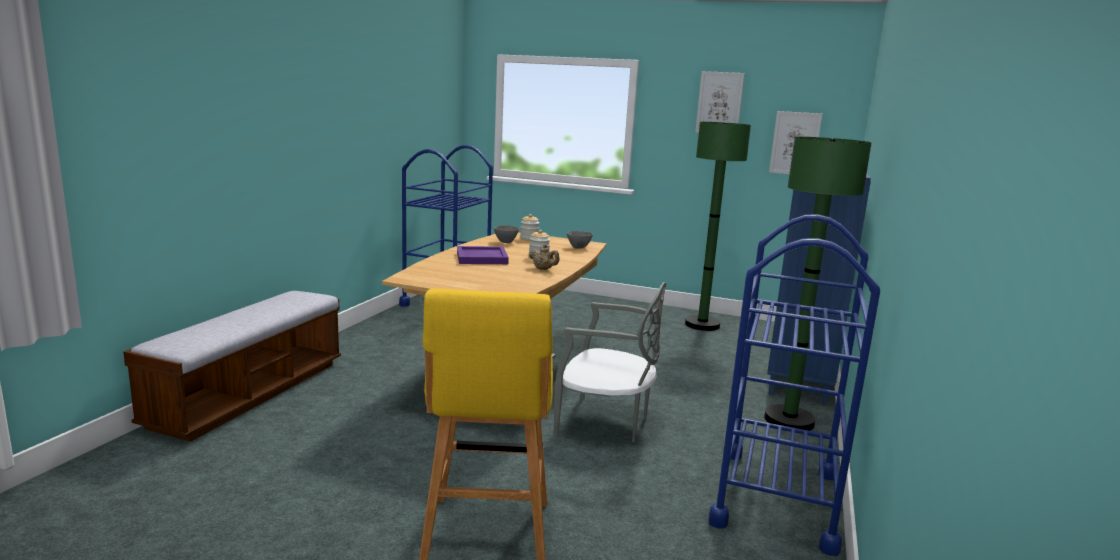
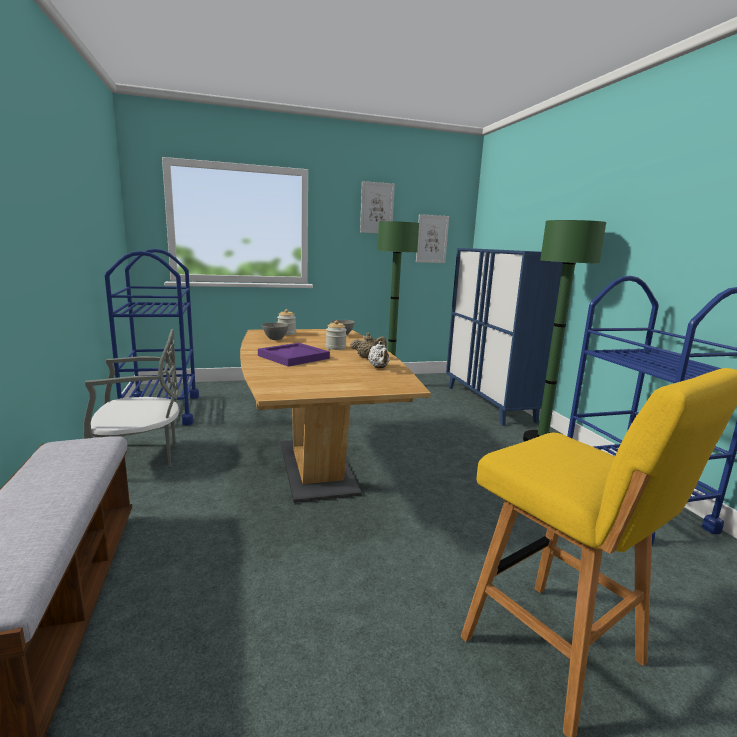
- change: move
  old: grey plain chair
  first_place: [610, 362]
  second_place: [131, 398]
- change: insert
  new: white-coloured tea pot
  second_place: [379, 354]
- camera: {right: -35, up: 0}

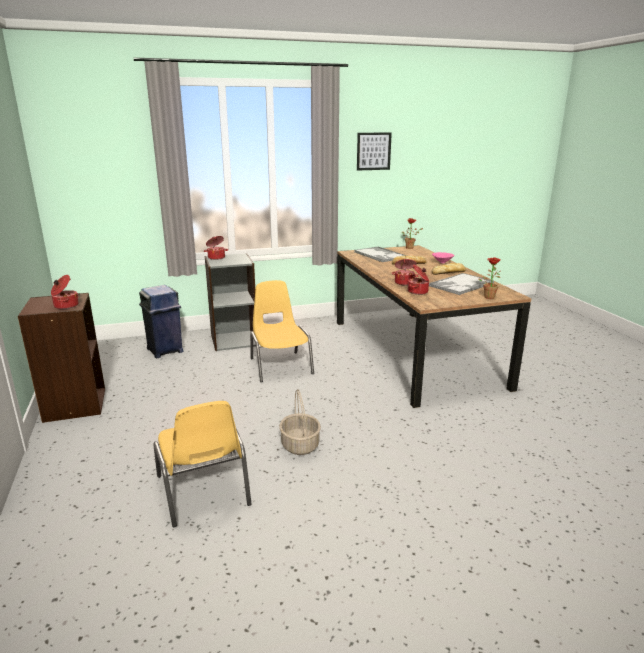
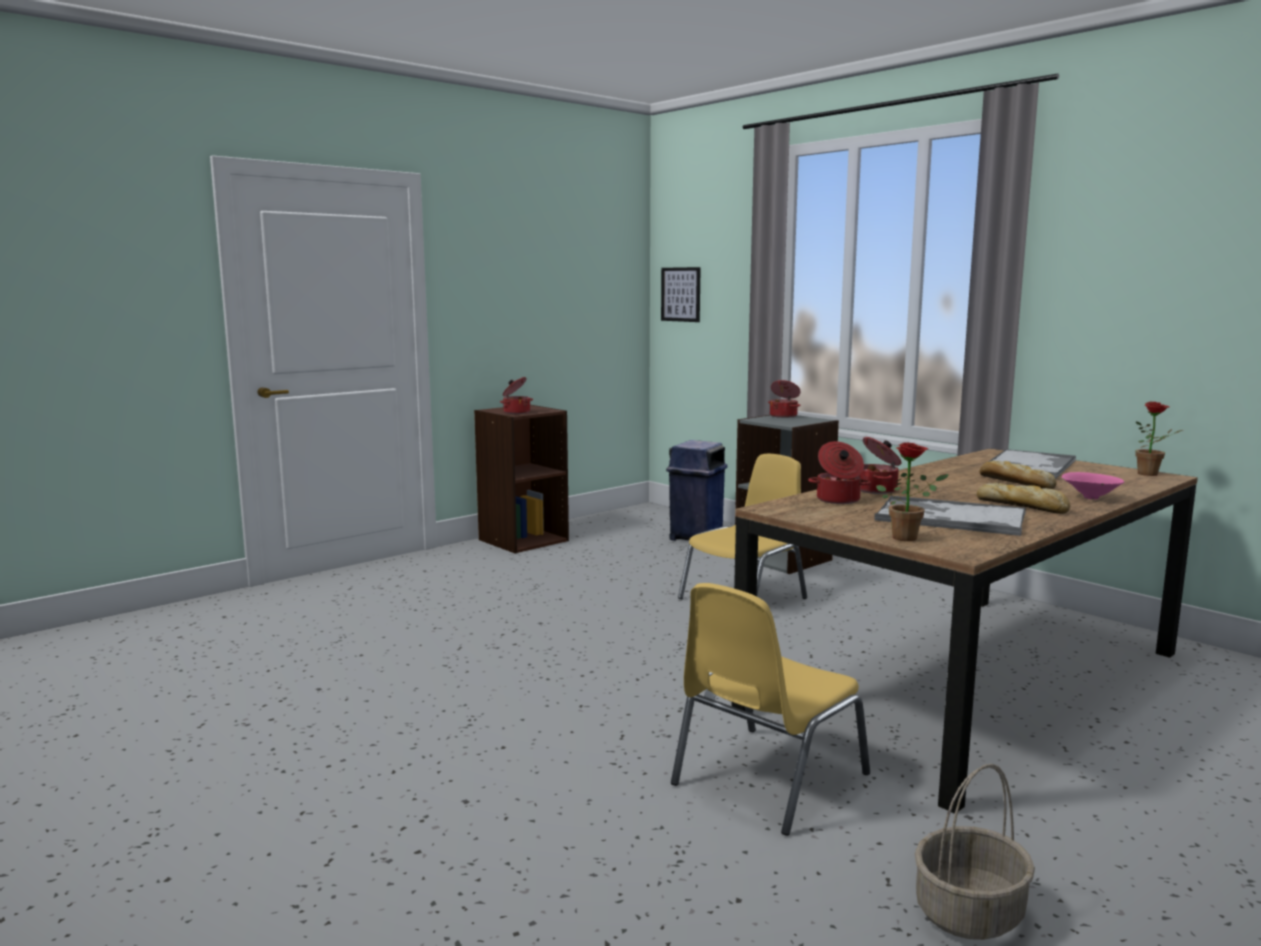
- change: move
  old: picture
  first_place: [374, 151]
  second_place: [681, 294]
- change: move
  old: basket
  first_place: [300, 422]
  second_place: [974, 852]
- change: move
  old: yellowish plain chair
  first_place: [202, 464]
  second_place: [770, 709]
- camera: {right: 65, up: -10}

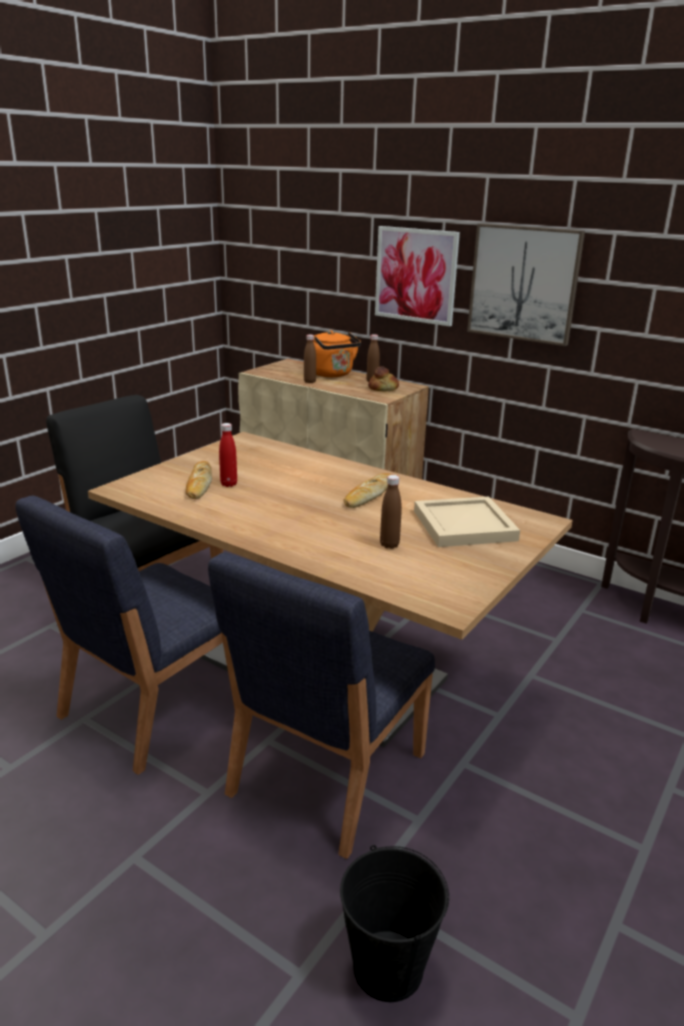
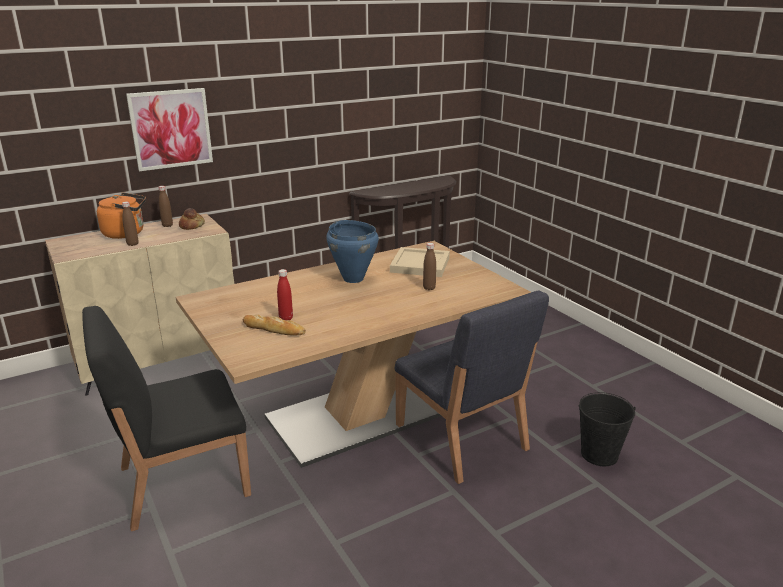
- change: delete
  old: picture
  first_place: [526, 284]
- change: replace
  old: bakery bread
  new: blue saucepot
  first_place: [367, 490]
  second_place: [352, 251]
- change: delete
  old: blue plain chair
  first_place: [119, 635]
- camera: {right: -65, up: 0}

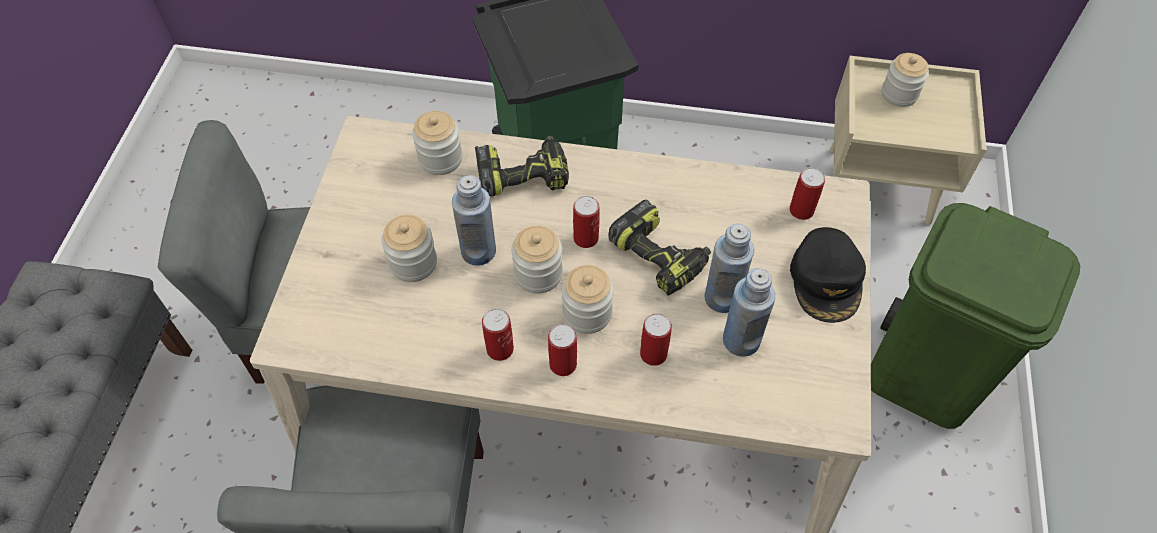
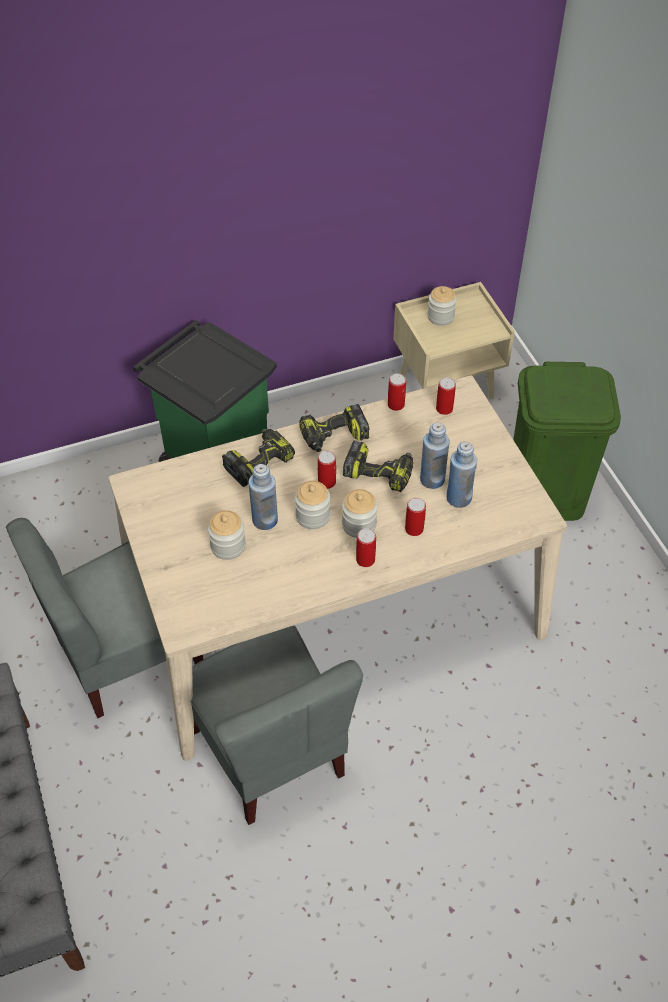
- change: delete
  old: storage jar
  first_place: [437, 143]
- change: delete
  old: black peaked cap
  first_place: [828, 275]
- change: move
  old: metal can
  first_place: [498, 334]
  second_place: [397, 392]
- change: insert
  new: drill
  second_place: [334, 428]
- camera: {right: -30, up: -5}

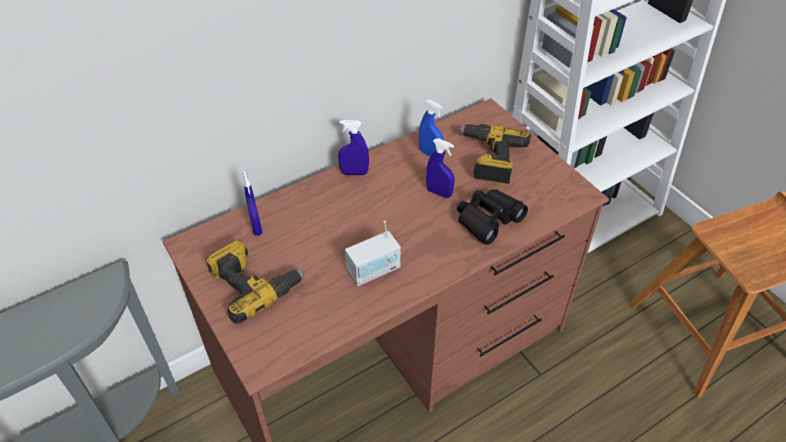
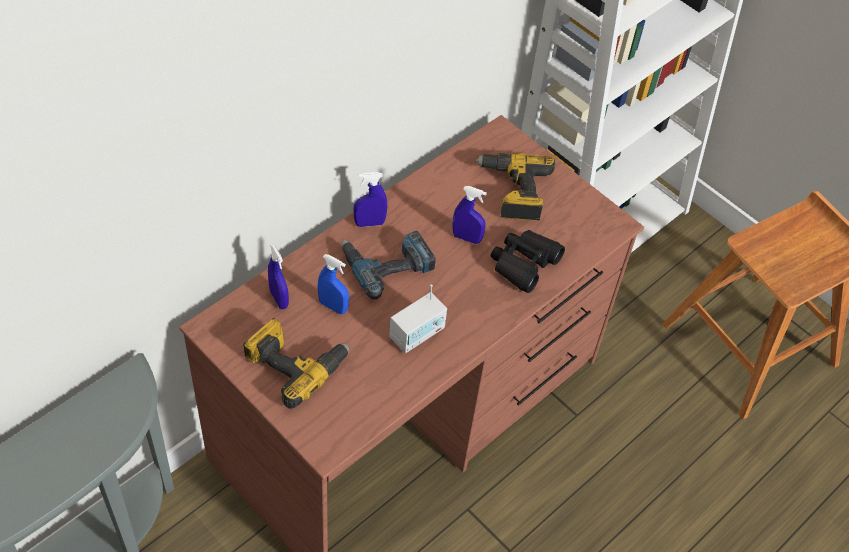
- change: move
  old: blue spray bottle
  first_place: [431, 128]
  second_place: [333, 284]
- change: insert
  new: drill
  second_place: [389, 265]
- camera: {right: -15, up: 5}

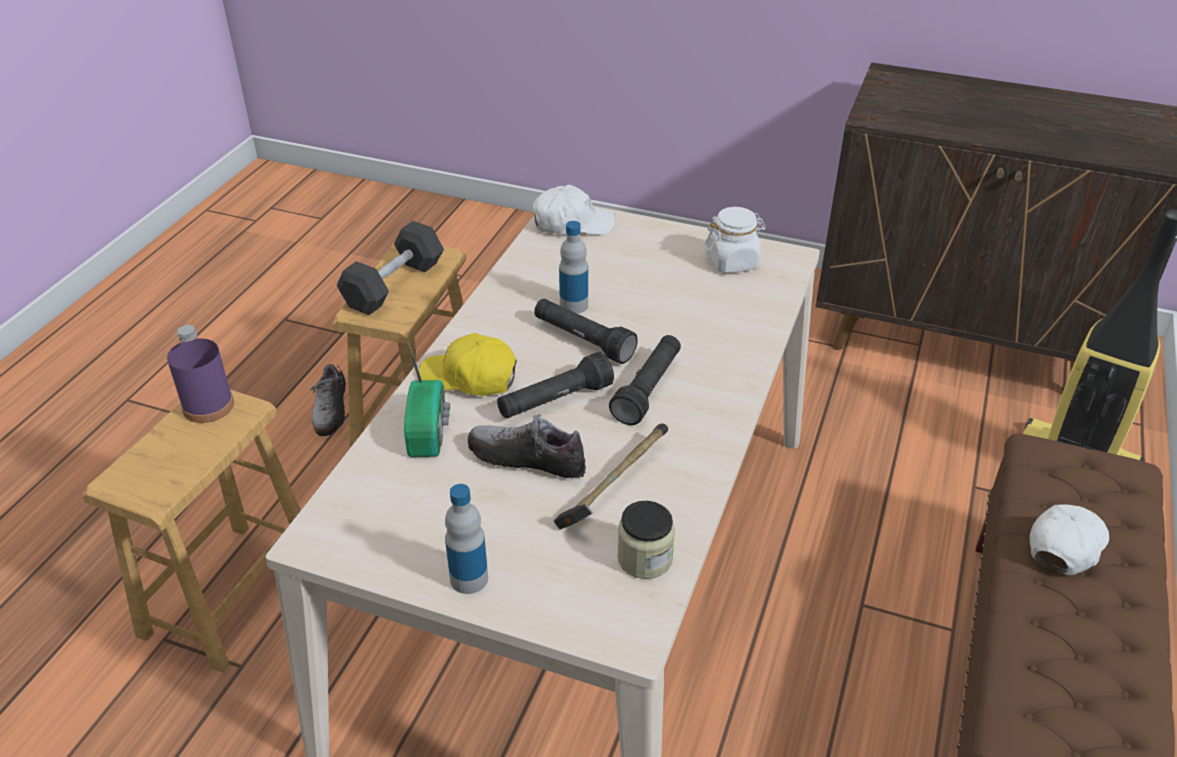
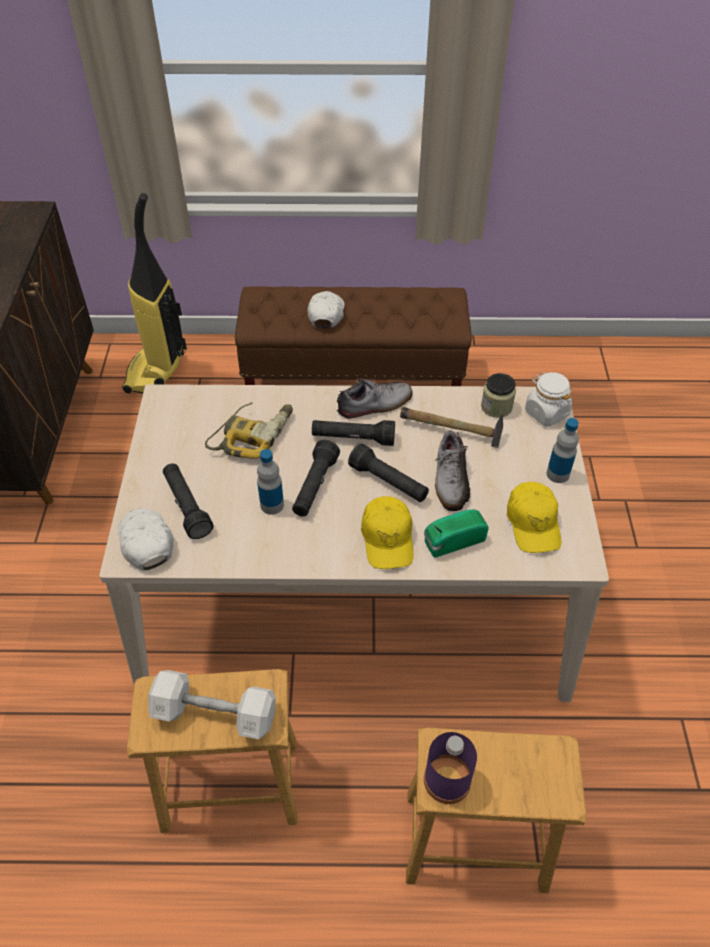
- change: move
  old: white-coloured storage jar
  first_place: [735, 240]
  second_place: [548, 399]
- change: recolor
  old: black hand weight
  new: white-coloured hand weight
  first_place: [390, 268]
  second_place: [212, 704]
- change: move
  old: shoe
  first_place: [328, 400]
  second_place: [375, 398]
- change: rotate
  old: white-coloured peaked cap
  first_place: [1069, 539]
  second_place: [326, 309]
  degrees: 75
- change: insert
  new: drill
  second_place: [249, 430]
- change: insert
  new: black flashlight
  second_place: [188, 501]
- change: insert
  new: yellowish peaked cap
  second_place: [534, 517]
- camera: {right: -110, up: 10}

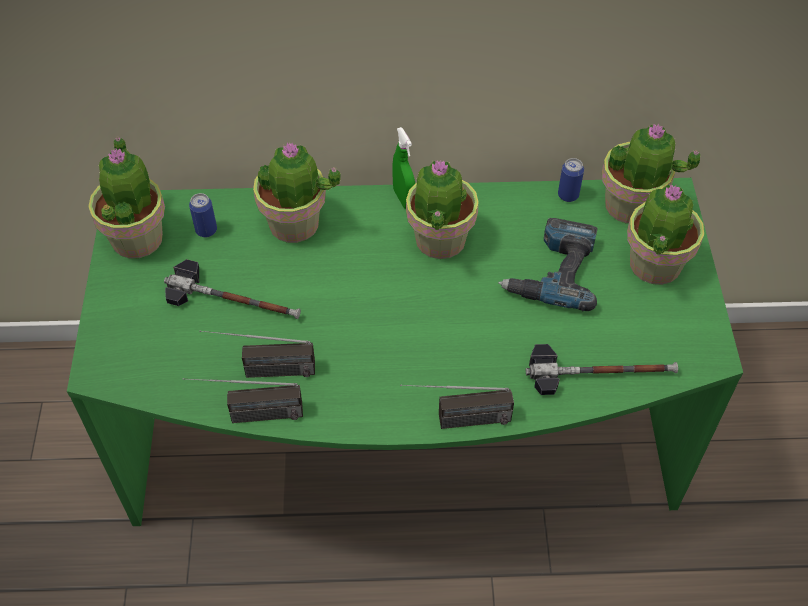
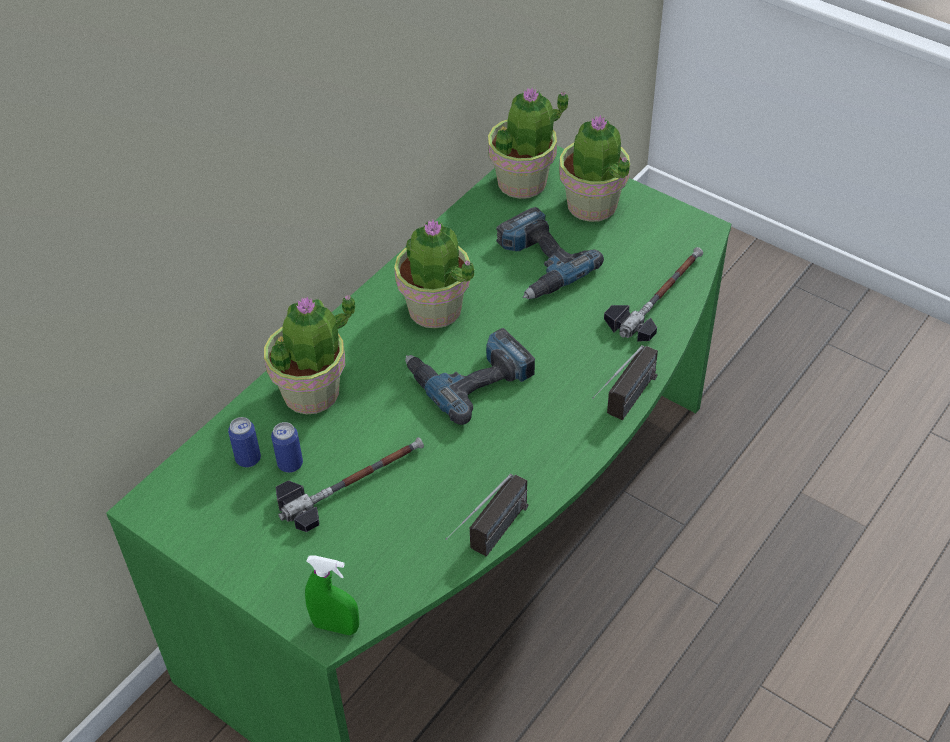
- change: move
  old: greenish spray bottle
  first_place: [403, 168]
  second_place: [332, 595]
- change: delete
  old: plant in a pot
  first_place: [126, 198]
- change: move
  old: metal can
  first_place: [571, 180]
  second_place: [287, 447]
- change: delete
  old: radio
  first_place: [257, 354]
- change: insert
  new: drill
  second_place: [470, 376]
- camera: {right: -50, up: -5}

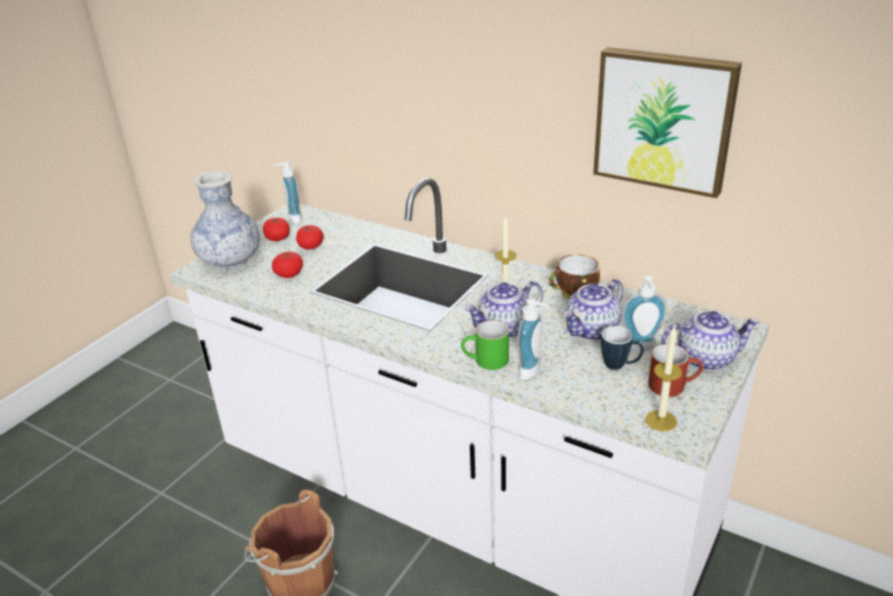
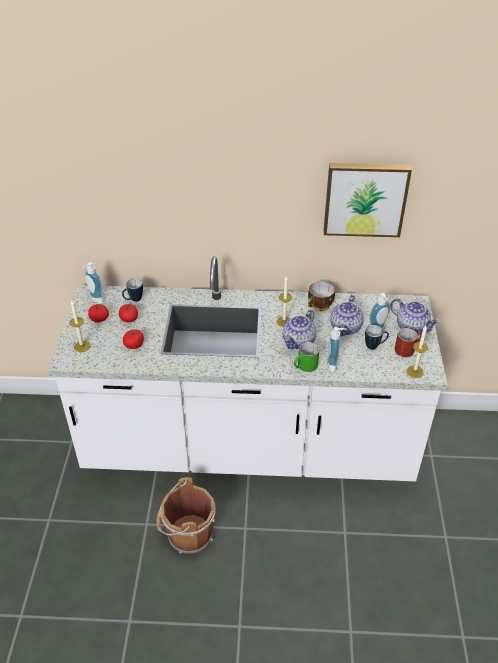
- change: replace
  old: vase
  new: wax light
  first_place: [225, 220]
  second_place: [79, 326]
- change: rotate
  old: tea pot
  first_place: [710, 341]
  second_place: [415, 315]
  degrees: 75
- change: insert
  new: coffee mug
  second_place: [132, 290]
- camera: {right: -30, up: 10}

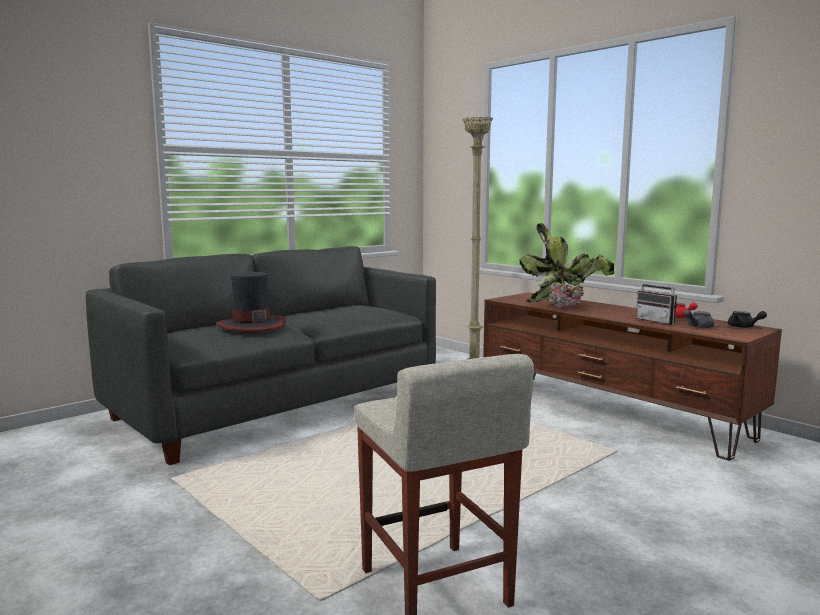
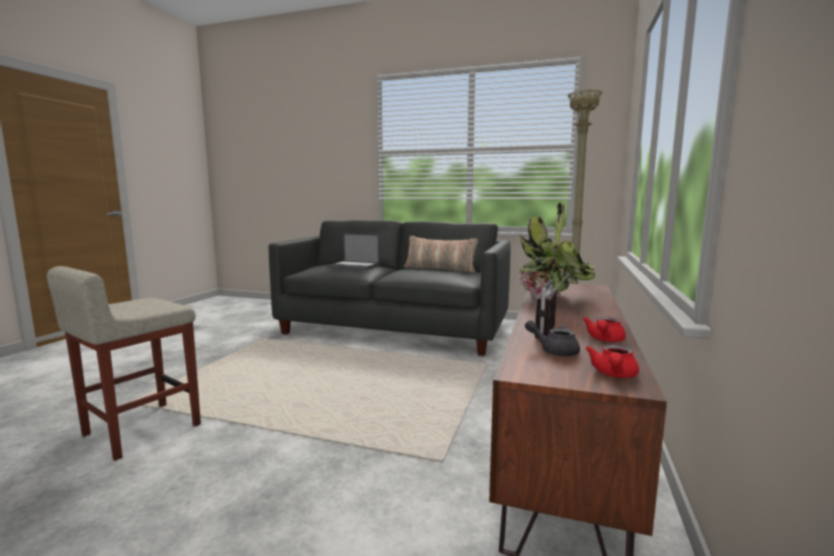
- change: replace
  old: hat
  new: portable computer
  first_place: [251, 302]
  second_place: [353, 251]
- change: recolor
  old: black tea pot
  new: reddish tea pot
  first_place: [747, 319]
  second_place: [612, 361]
- change: insert
  new: cushion
  second_place: [441, 254]
- camera: {right: 60, up: 0}

